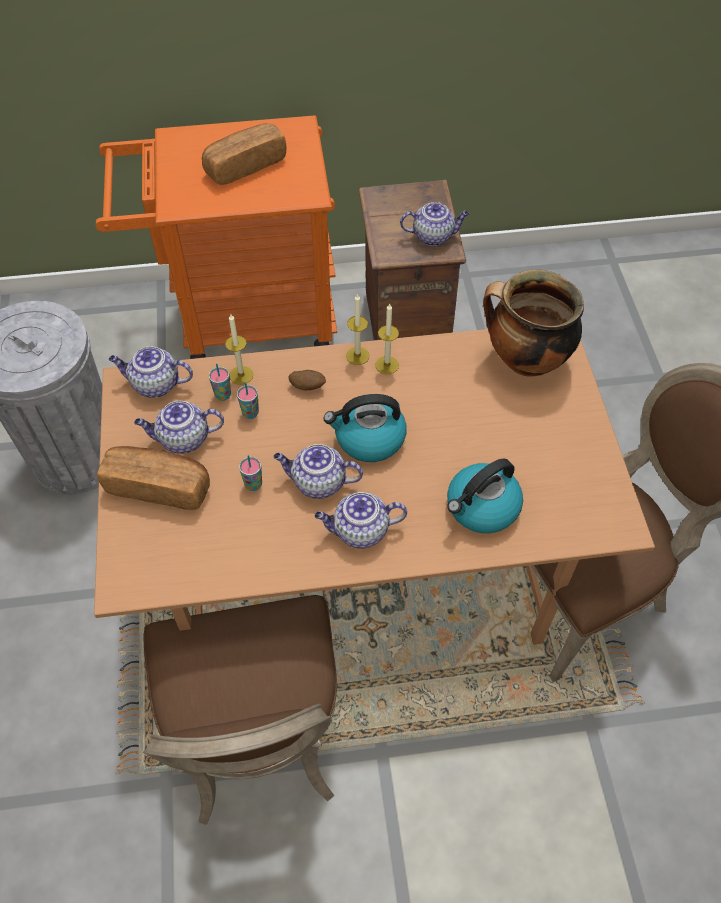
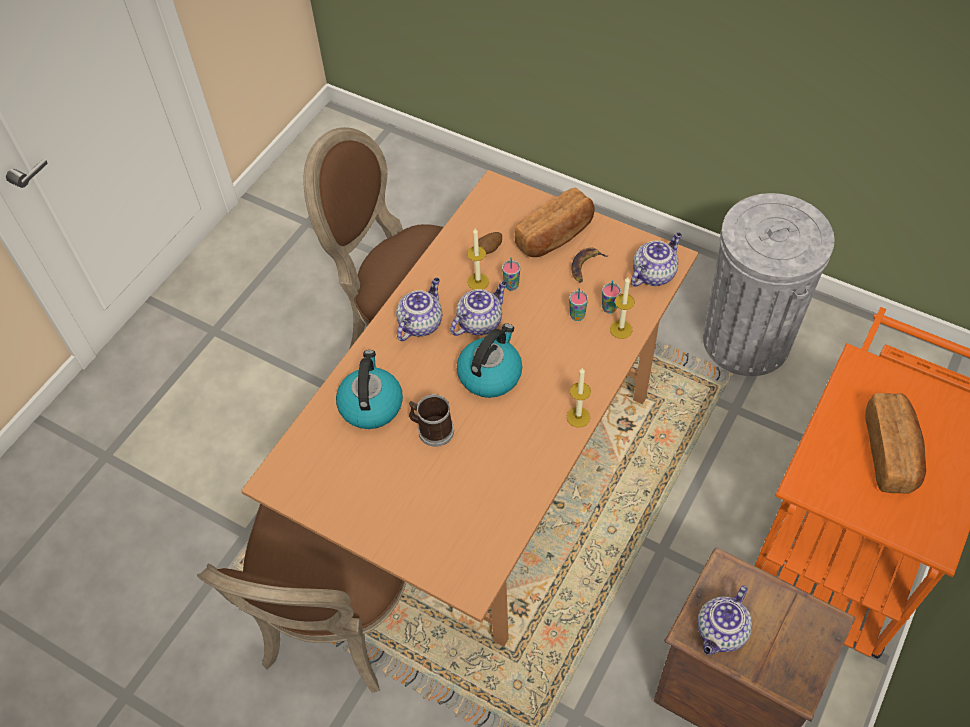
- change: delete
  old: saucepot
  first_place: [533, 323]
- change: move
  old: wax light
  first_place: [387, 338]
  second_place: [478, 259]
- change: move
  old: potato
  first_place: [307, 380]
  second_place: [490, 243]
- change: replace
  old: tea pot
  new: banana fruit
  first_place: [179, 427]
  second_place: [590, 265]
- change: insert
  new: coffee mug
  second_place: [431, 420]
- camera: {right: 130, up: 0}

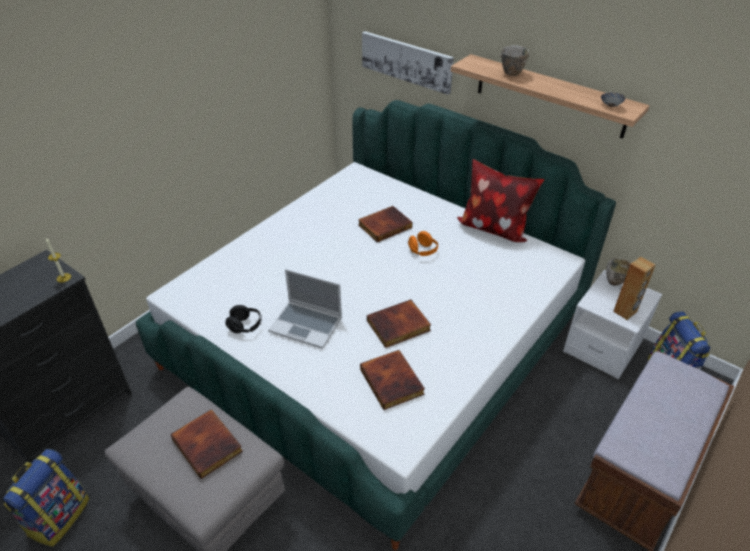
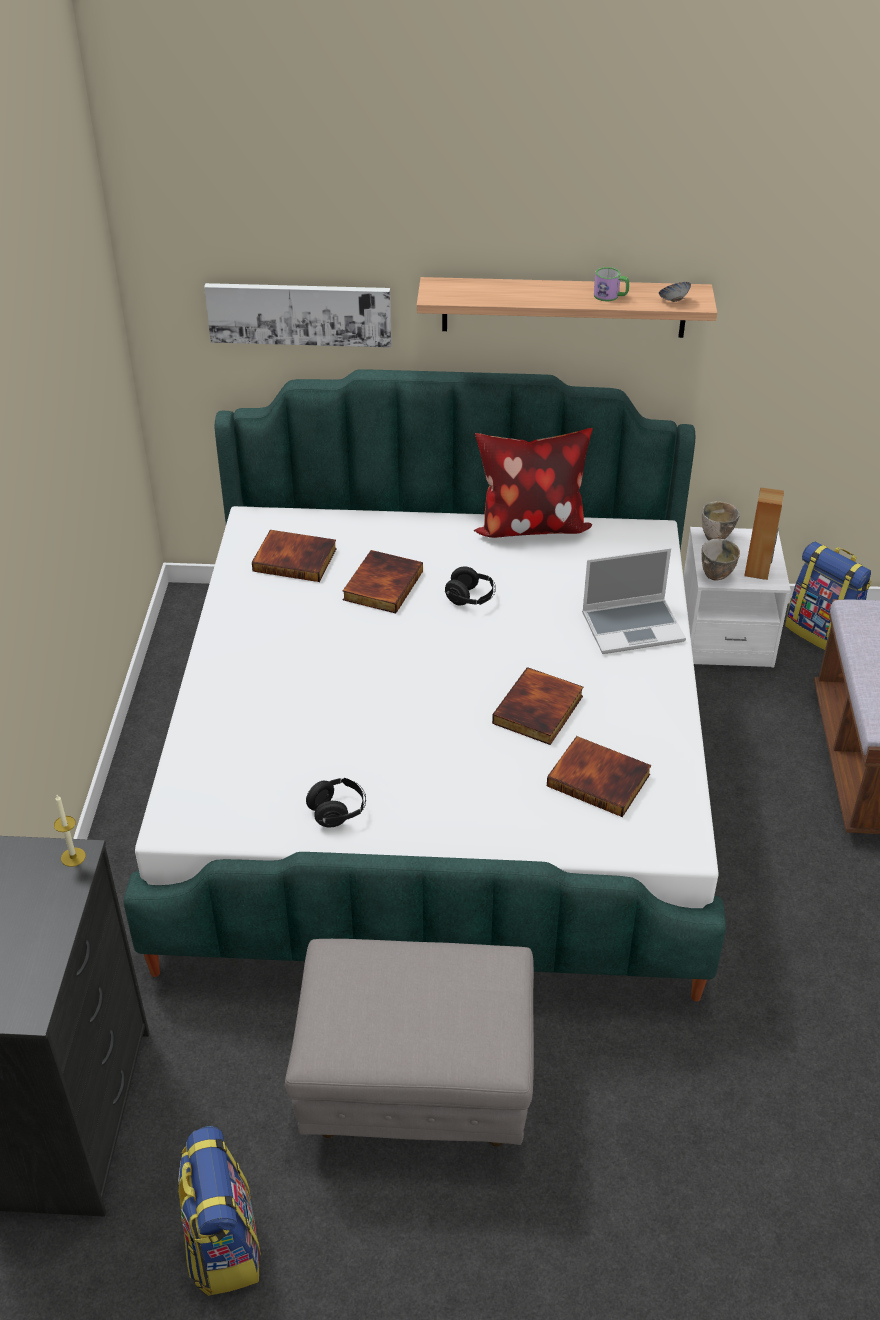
- change: move
  old: serving bowl
  first_place: [515, 60]
  second_place: [720, 560]
- change: recolor
  old: orangey headset
  new: black headset
  first_place: [423, 243]
  second_place: [470, 585]
- change: move
  old: portable computer
  first_place: [305, 309]
  second_place: [634, 601]
- change: move
  old: volume
  first_place: [207, 444]
  second_place: [294, 556]
- change: insert
  new: coffee mug
  second_place: [611, 284]
- camera: {right: -35, up: 0}

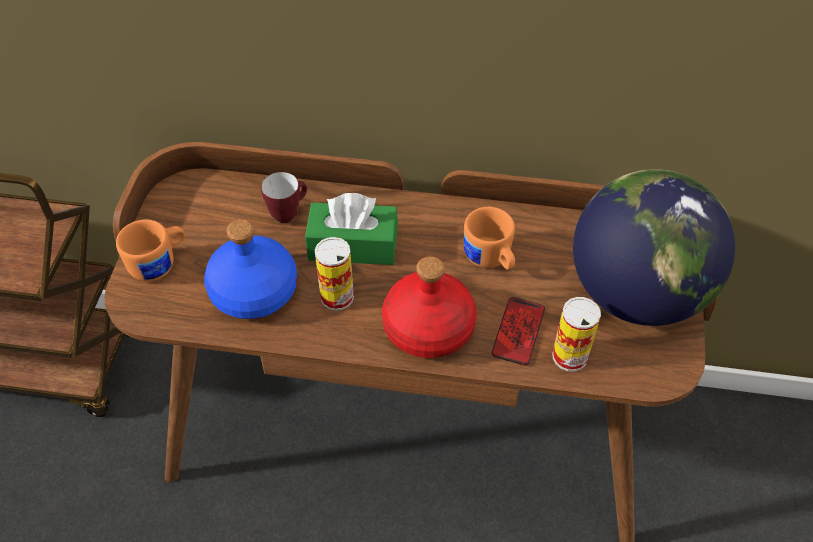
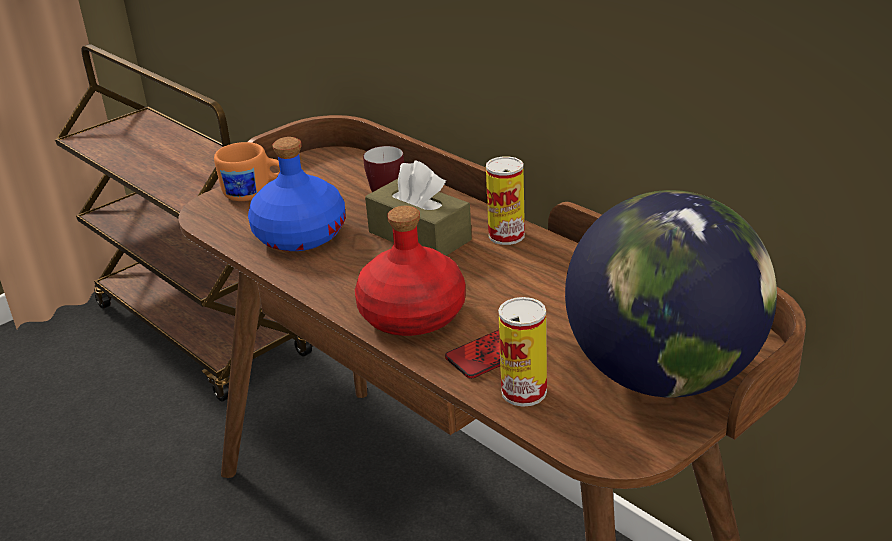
- change: recolor
  old: greenish tissue holder
  new: brown tissue holder
  first_place: [351, 229]
  second_place: [418, 208]
- change: delete
  old: orangey coffee mug
  first_place: [489, 238]
- change: move
  old: metal can
  first_place: [334, 274]
  second_place: [505, 201]
- camera: {right: 40, up: -20}

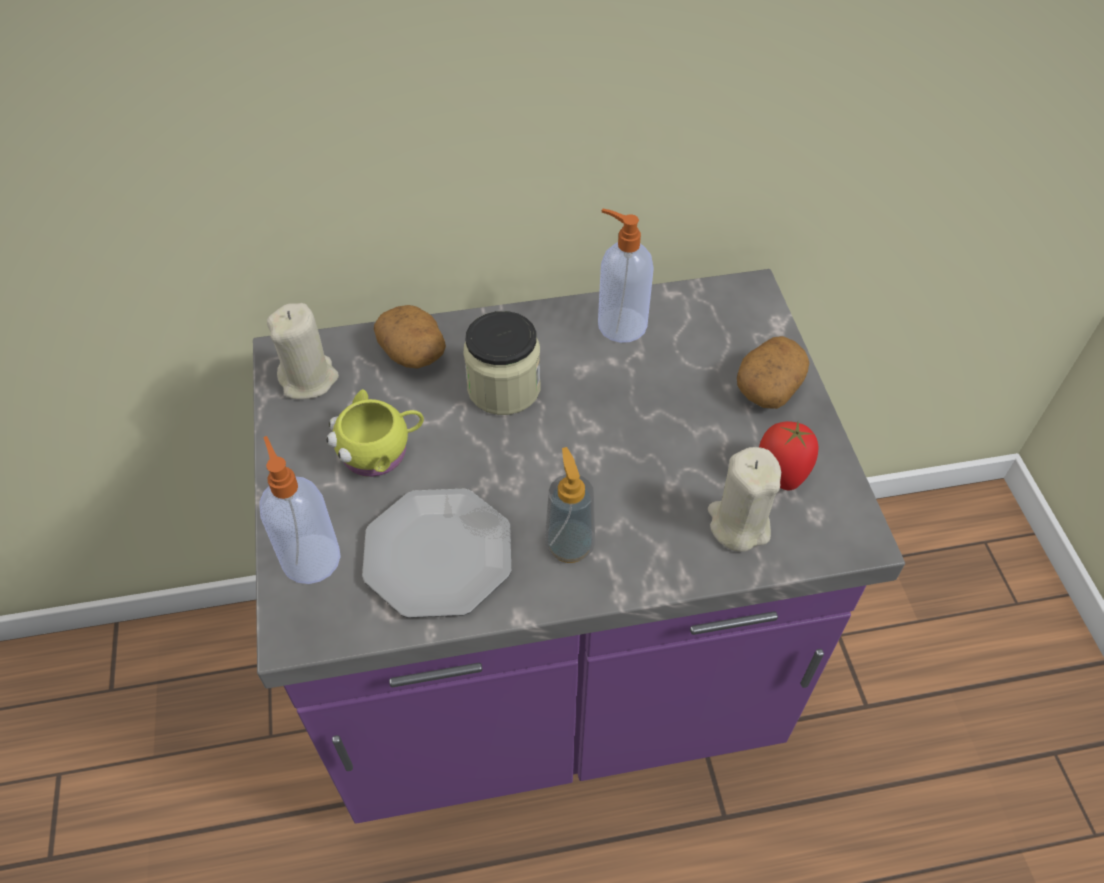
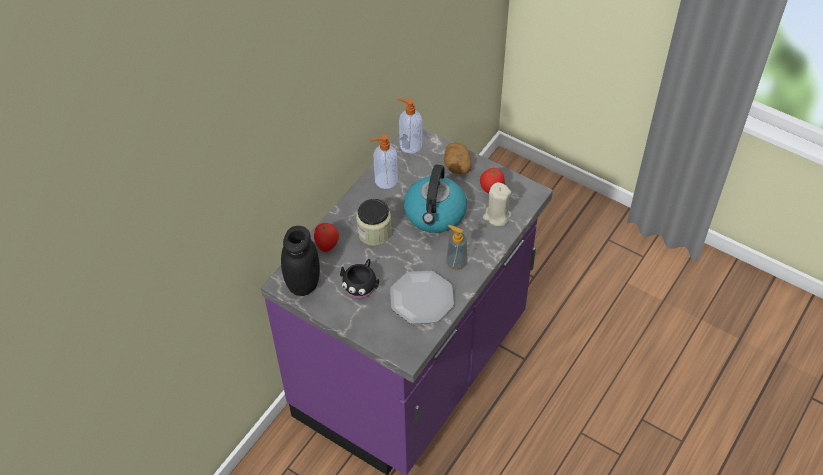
- change: replace
  old: beige-coloured wax light
  new: black storage jar
  first_place: [303, 351]
  second_place: [300, 261]
- change: replace
  old: potato
  new: whole tomato
  first_place: [410, 336]
  second_place: [326, 237]
- change: recolor
  old: yellowish coffee mug
  new: black coffee mug
  first_place: [375, 433]
  second_place: [359, 279]
- change: move
  old: soap dispenser
  first_place: [300, 510]
  second_place: [409, 125]
- change: insert
  new: water kettle
  second_place: [435, 198]
- camera: {right: -45, up: 0}

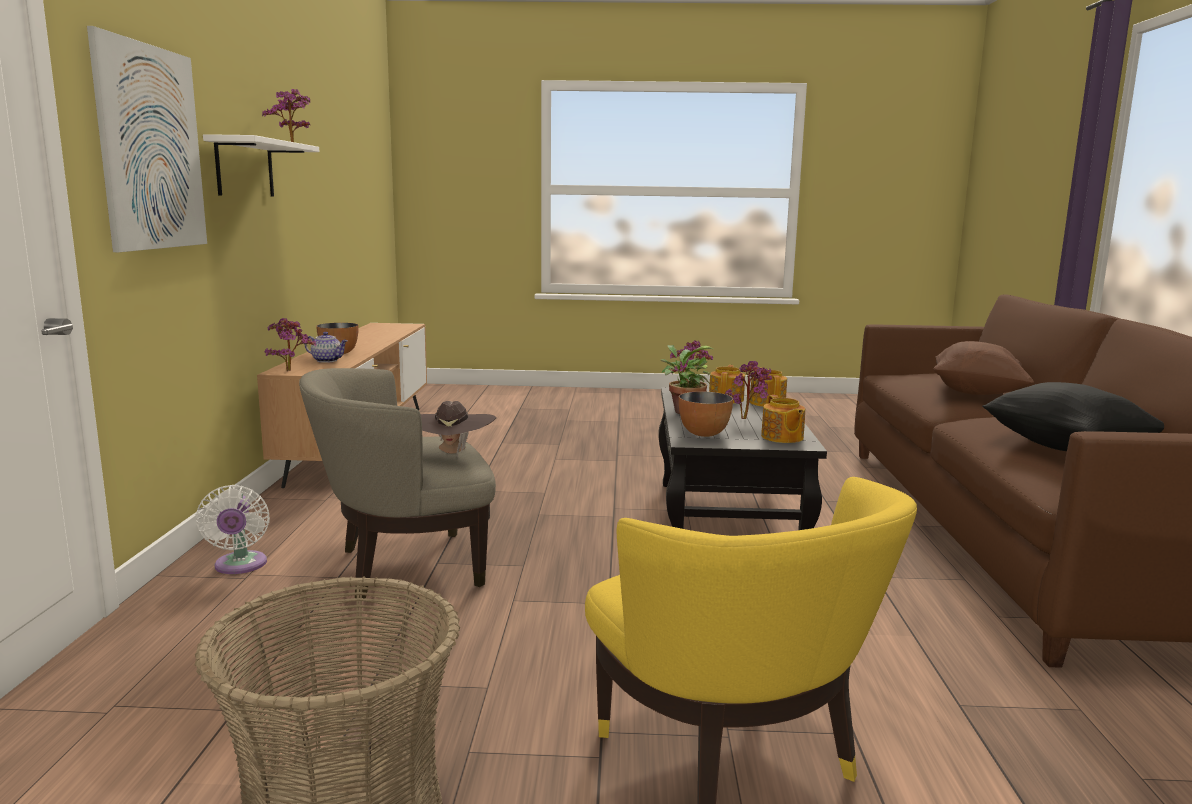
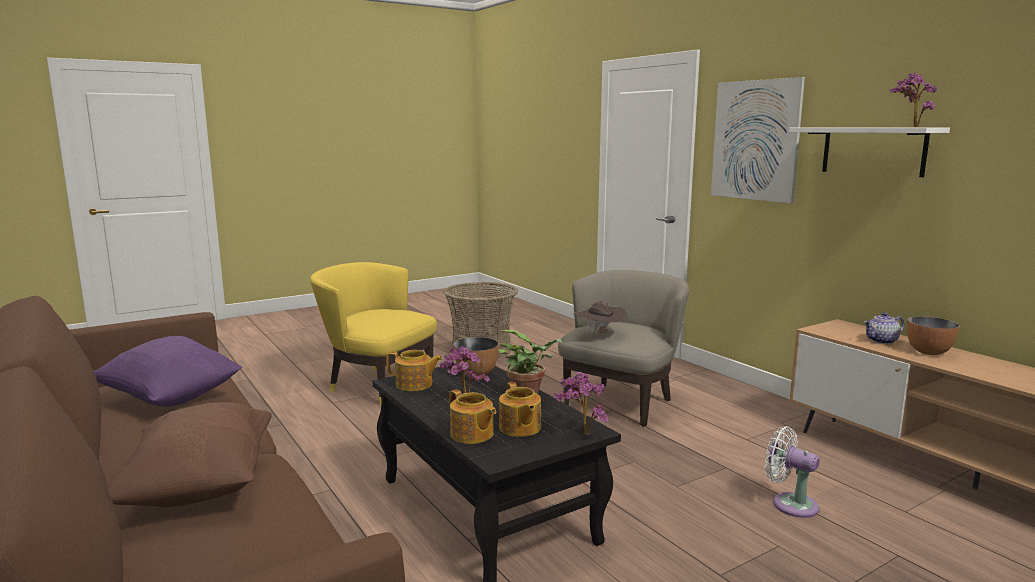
- change: delete
  old: plant in a pot
  first_place: [290, 344]
- change: recolor
  old: black cushion
  new: purple-coloured cushion
  first_place: [1073, 416]
  second_place: [168, 371]
- change: rotate
  old: tea pot
  first_place: [783, 419]
  second_place: [414, 370]
  degrees: 150
- change: move
  old: white-coloured fan
  first_place: [232, 529]
  second_place: [792, 472]
- camera: {right: 145, up: 0}

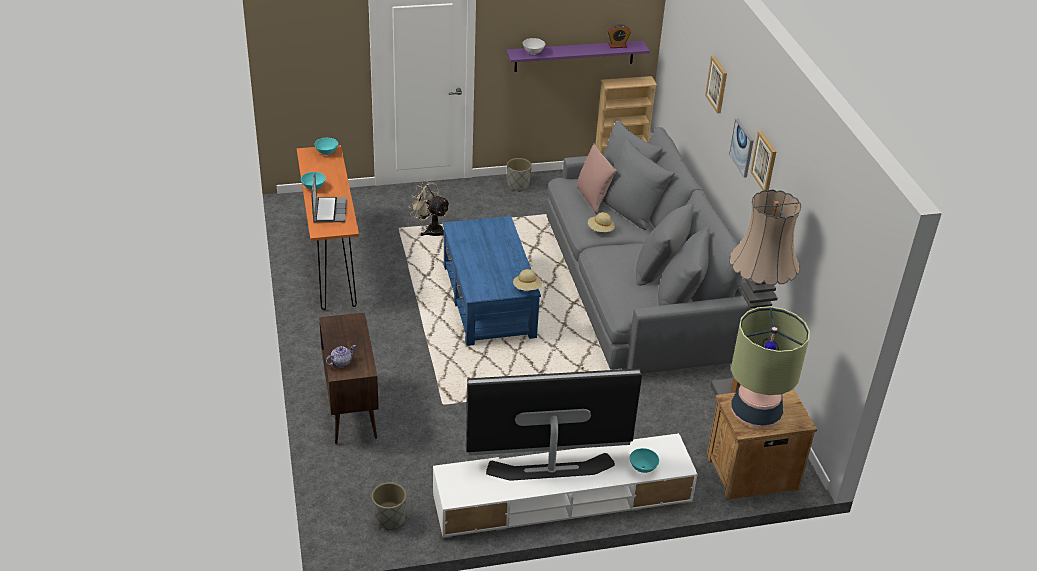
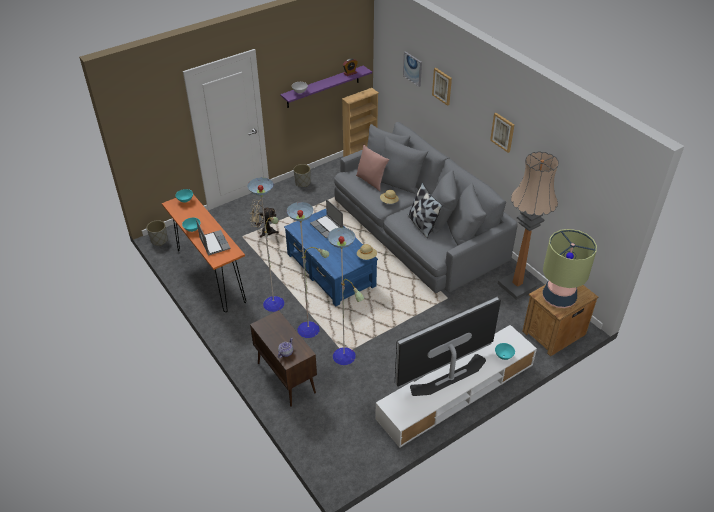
- change: move
  old: picture
  first_place: [741, 148]
  second_place: [412, 69]
- change: move
  old: grey flower pot
  first_place: [389, 506]
  second_place: [157, 233]
- change: insert
  new: standing lamp
  second_place: [305, 271]
- change: insert
  new: cushion
  second_place: [425, 210]
- change: insert
  new: portable computer
  second_place: [326, 218]
- camera: {right: -20, up: 5}

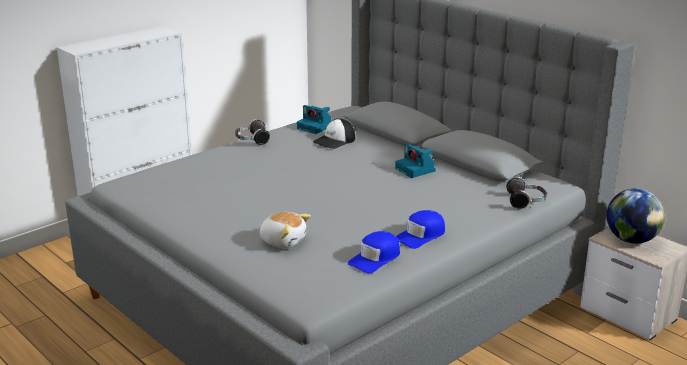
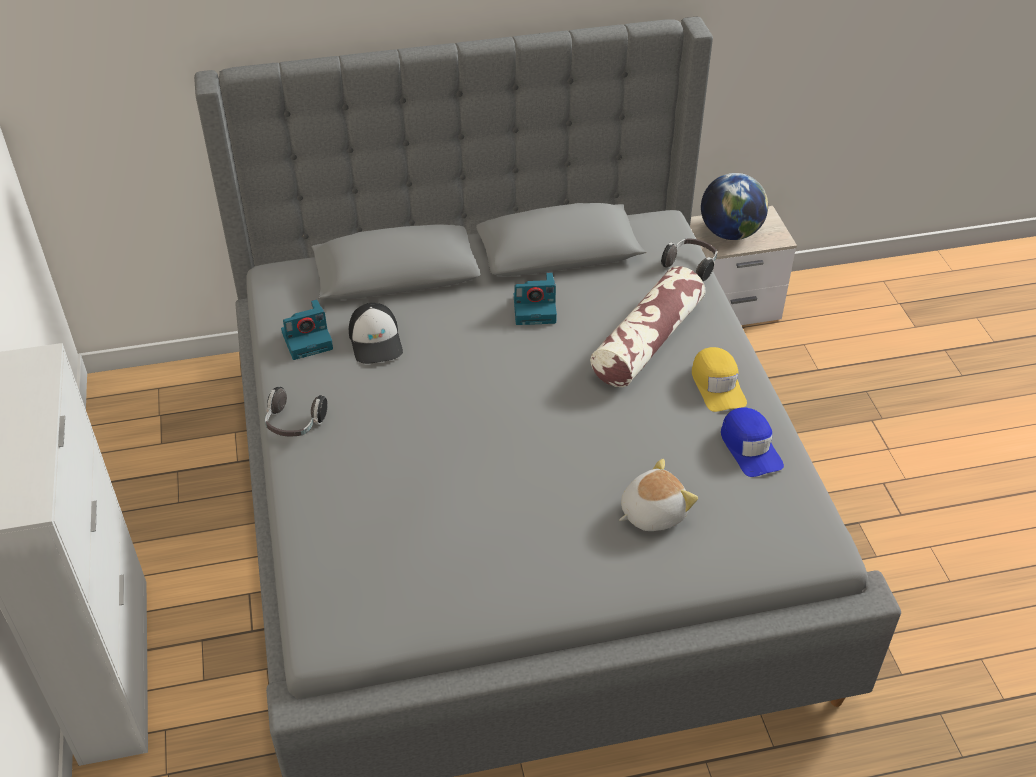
- change: recolor
  old: blue peaked cap
  new: yellowish peaked cap
  first_place: [420, 229]
  second_place: [719, 379]
- change: insert
  new: cushion
  second_place: [647, 326]
- camera: {right: -60, up: 20}

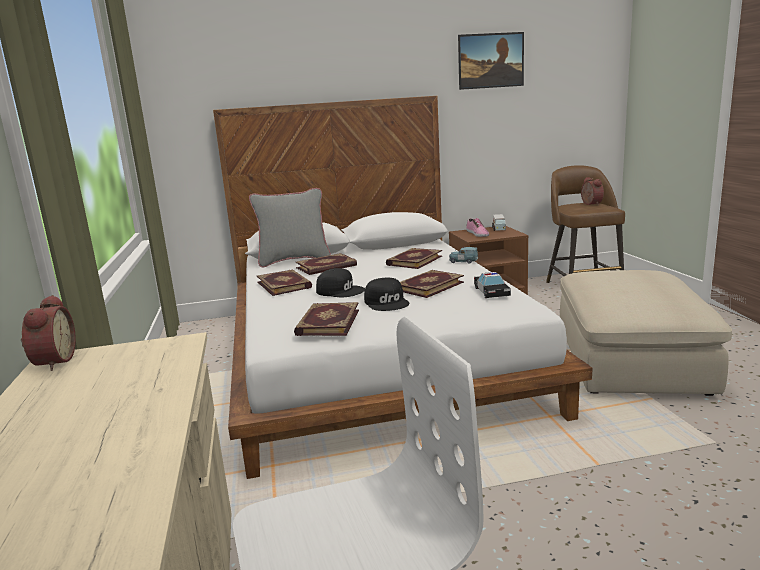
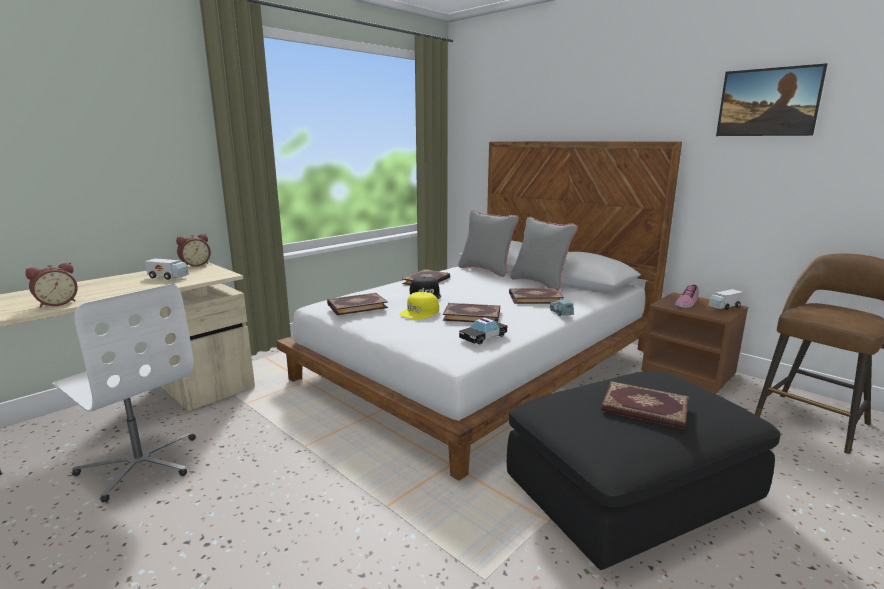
- change: move
  old: alarm clock
  first_place: [592, 191]
  second_place: [51, 285]
- change: move
  old: volume
  first_place: [326, 264]
  second_place: [644, 405]
- change: recolor
  old: beige-coloured pouffe
  new: black pouffe
  first_place: [646, 333]
  second_place: [644, 470]
- change: recolor
  old: black peaked cap
  new: yellowish peaked cap
  first_place: [386, 294]
  second_place: [419, 305]
- change: insert
  new: grey cushion
  second_place: [544, 254]
- change: insert
  new: toy lorry
  second_place: [167, 269]
- camera: {right: 55, up: 0}

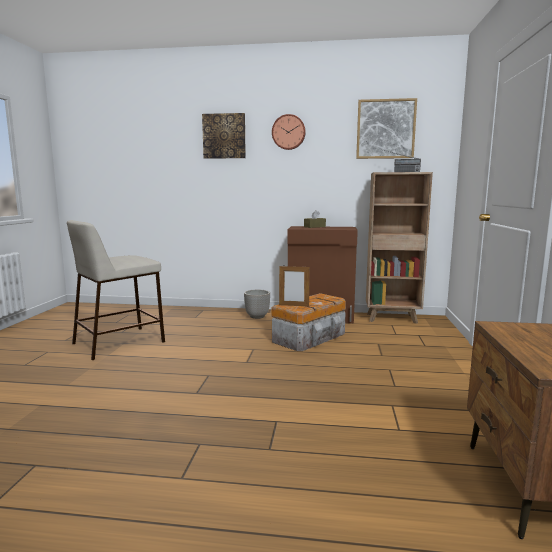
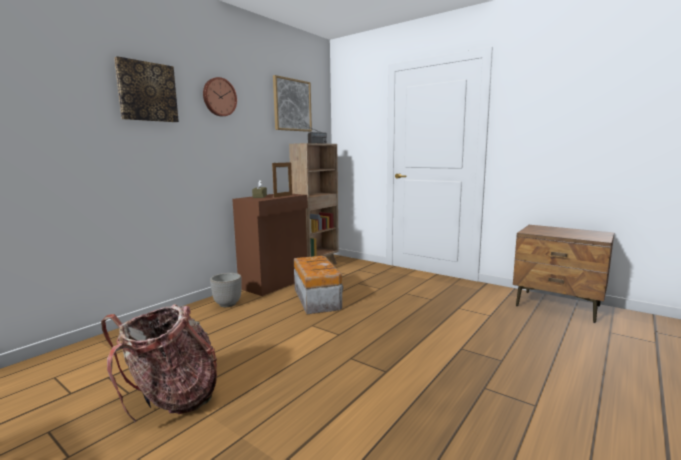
- change: replace
  old: beige-coloured stool seat
  new: rucksack
  first_place: [116, 290]
  second_place: [159, 363]
- change: move
  old: standing frame
  first_place: [294, 286]
  second_place: [282, 179]
- camera: {right: -60, up: 0}

